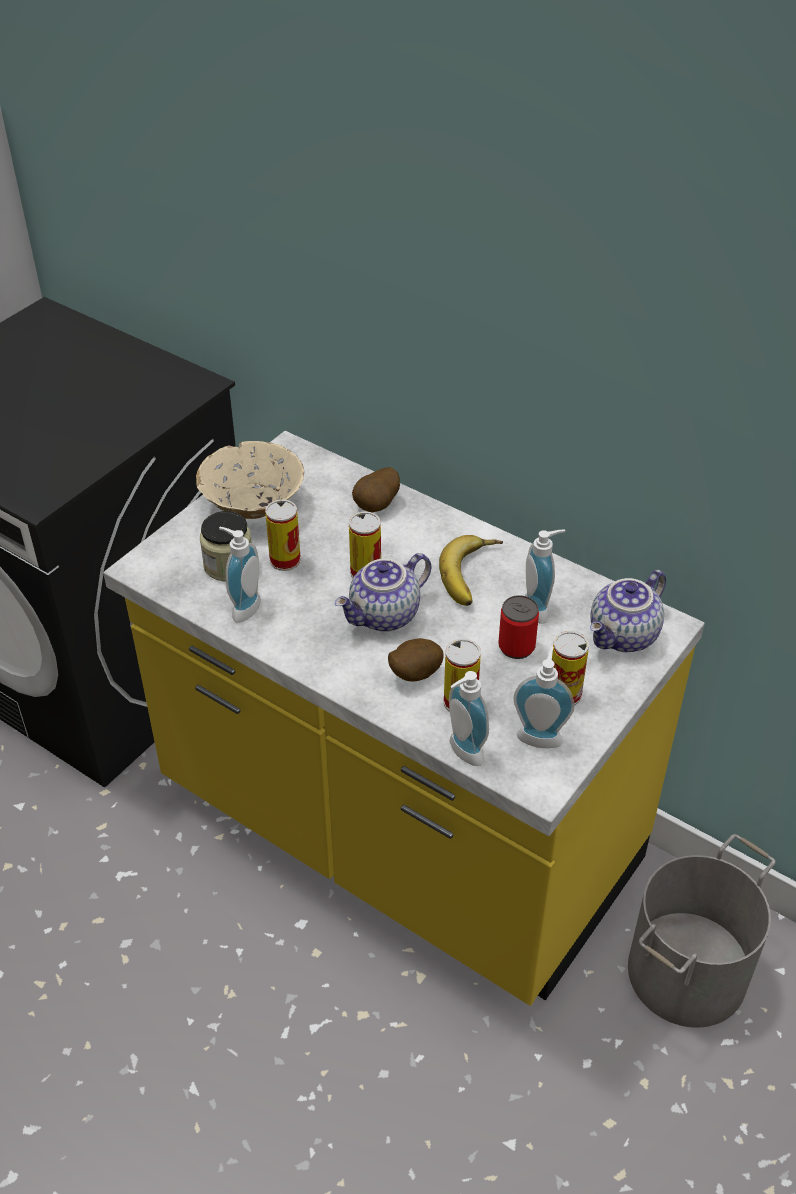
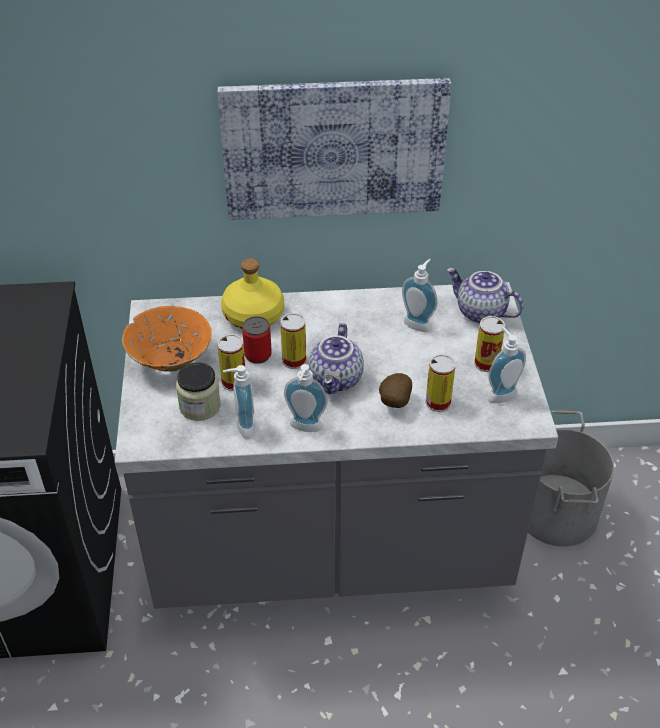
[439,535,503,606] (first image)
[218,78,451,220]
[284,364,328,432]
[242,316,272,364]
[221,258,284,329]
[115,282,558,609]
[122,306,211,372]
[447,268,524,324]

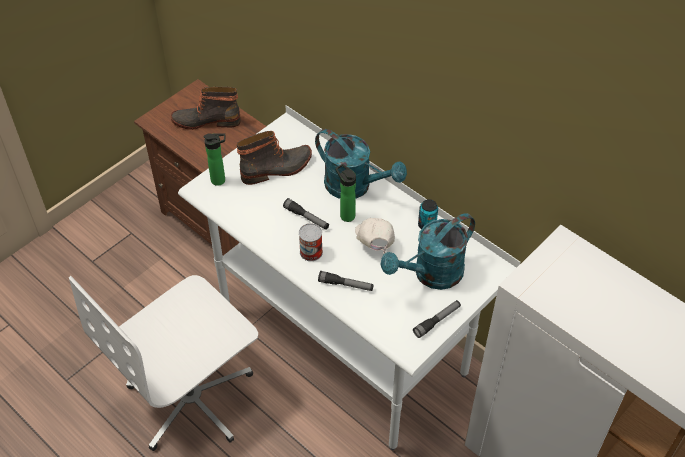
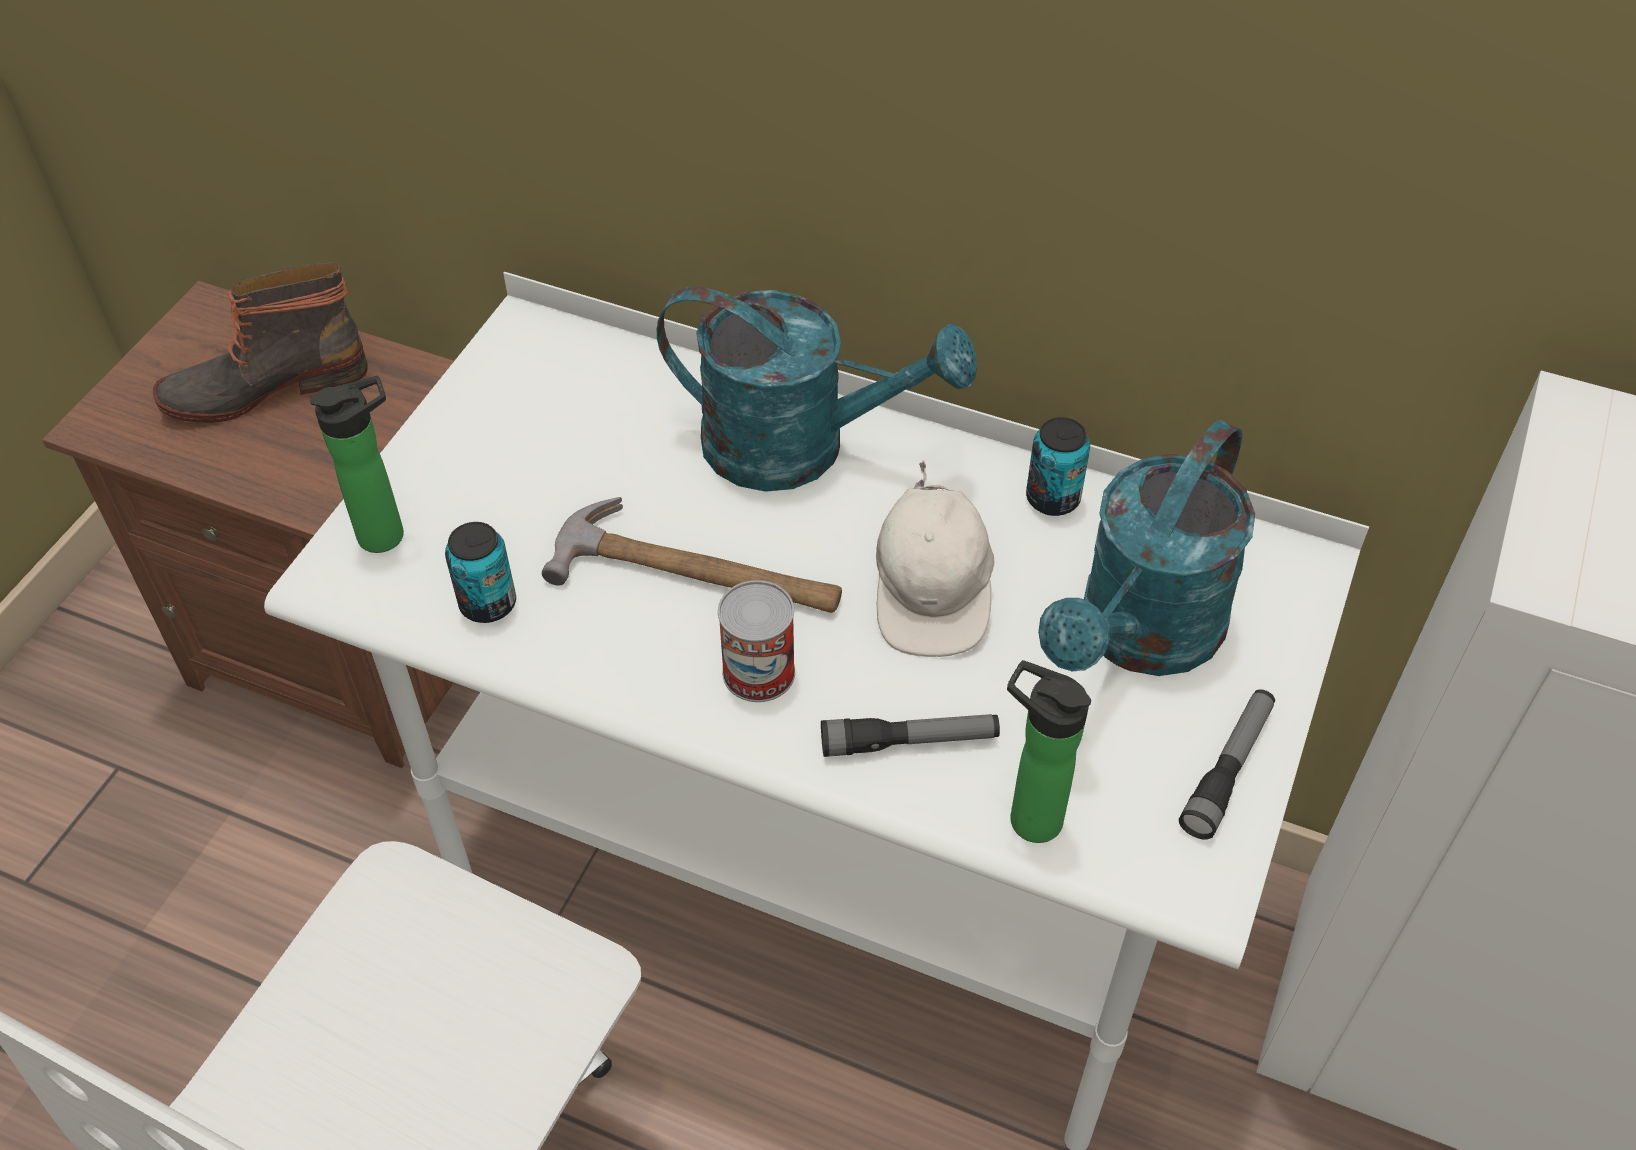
[237,131,312,185] (first image)
[445,522,516,623]
[1007,660,1091,843]
[542,497,842,613]
[876,460,995,657]

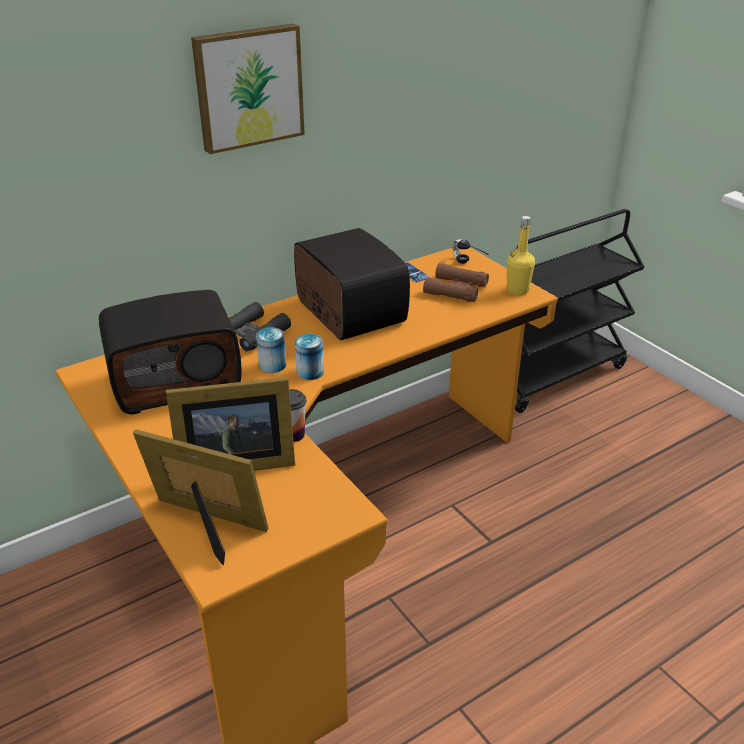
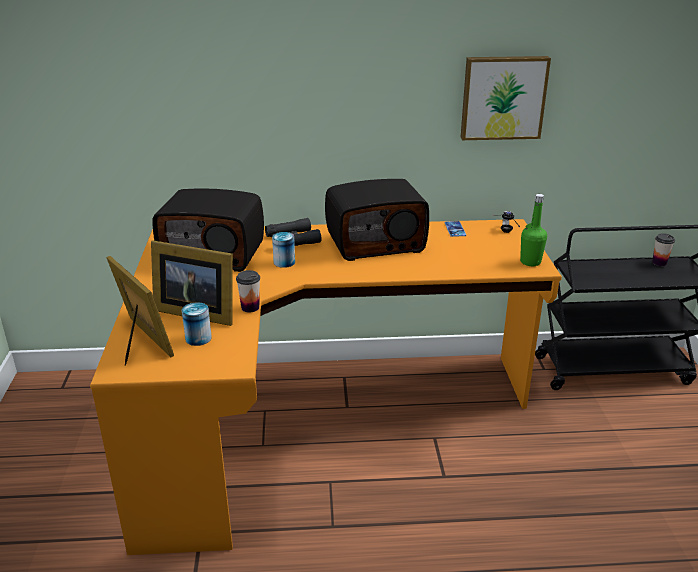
[423,263,489,302] (first image)
[652,233,675,266]
[461,56,551,140]
[182,302,212,346]
[520,194,547,266]
[325,179,429,261]

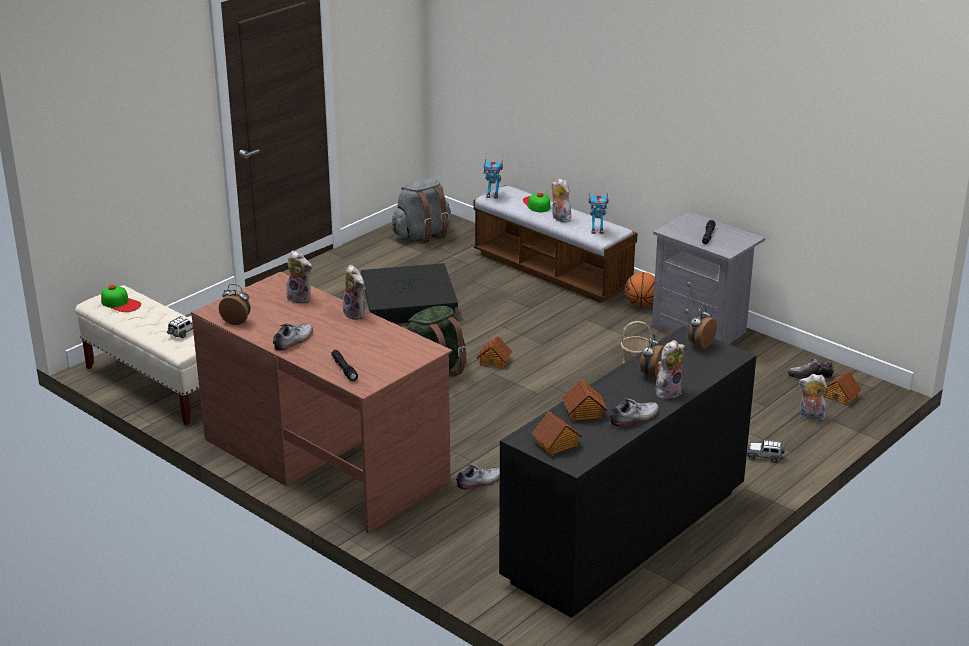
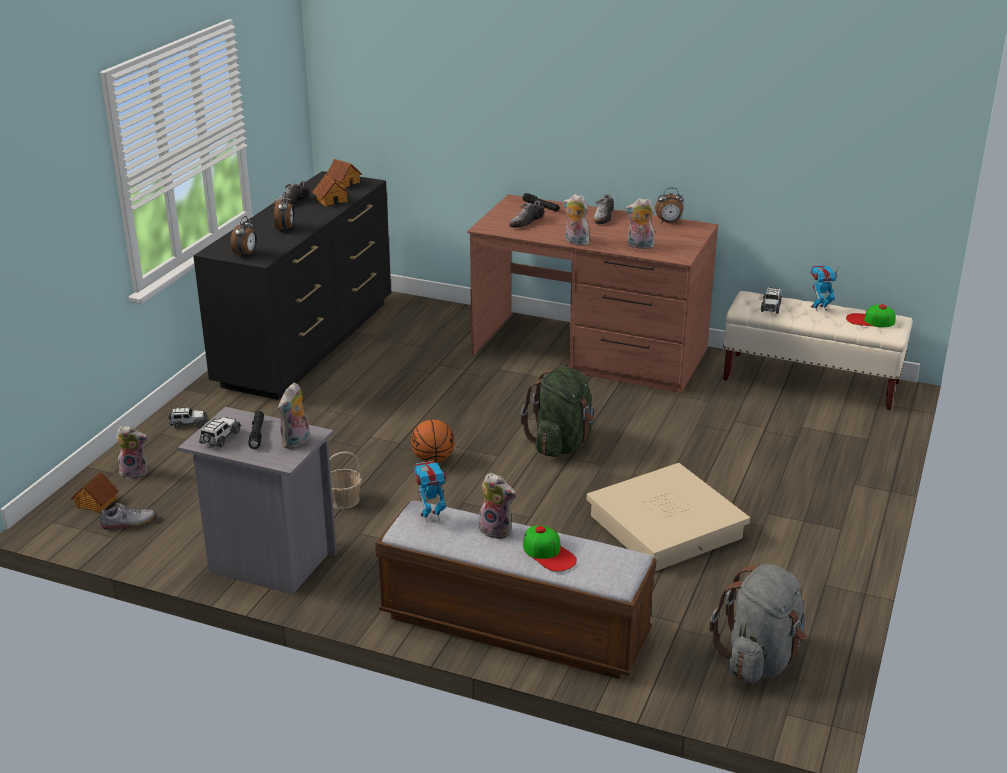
[476,336,512,369] (first image)
[199,416,241,447]
[509,200,545,228]
[810,265,839,312]
[411,420,455,463]
[278,383,310,449]
[587,463,750,571]

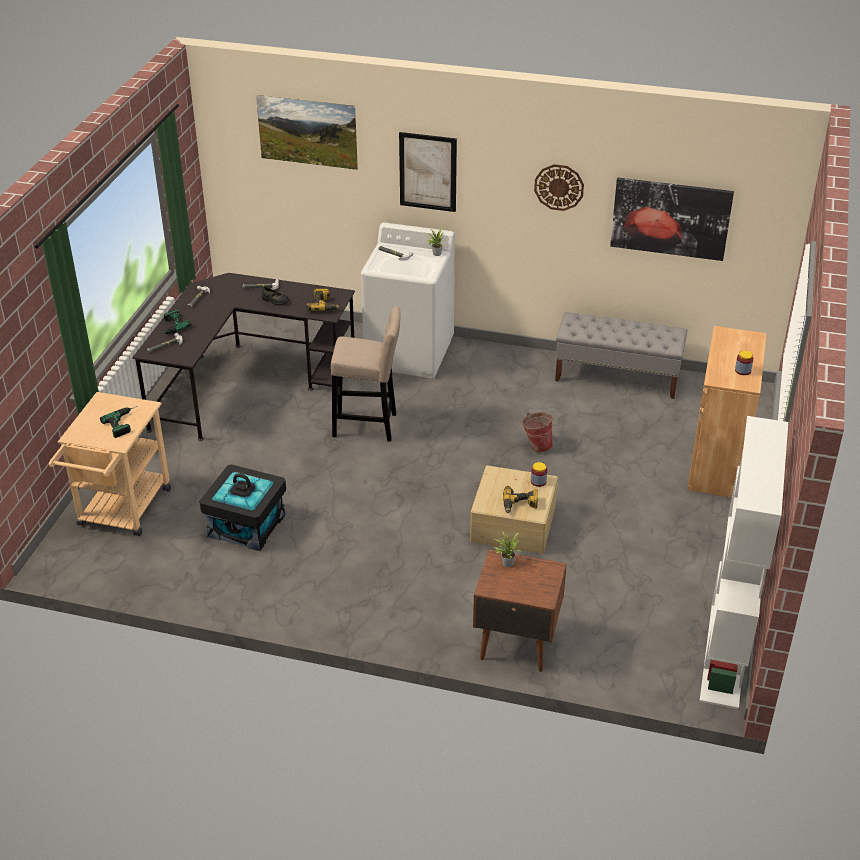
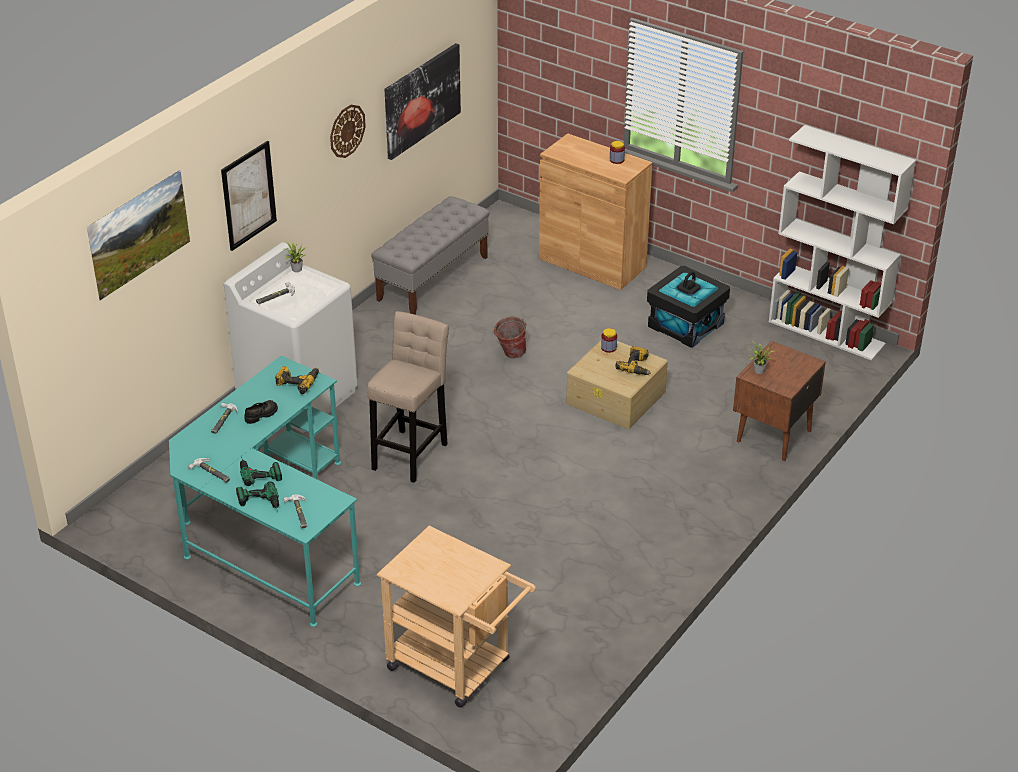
[240,456,282,486]
[647,266,730,348]
[169,355,361,627]

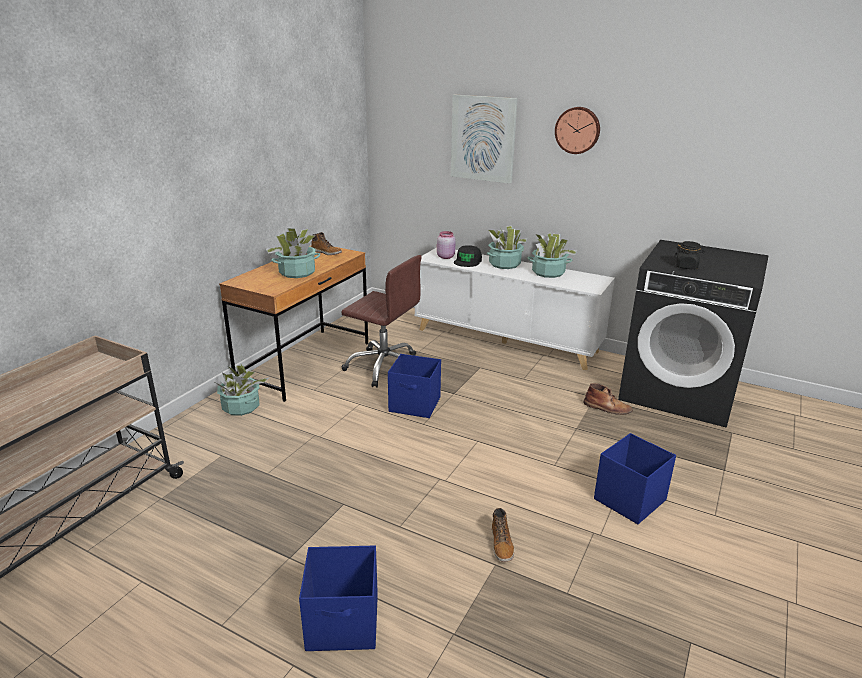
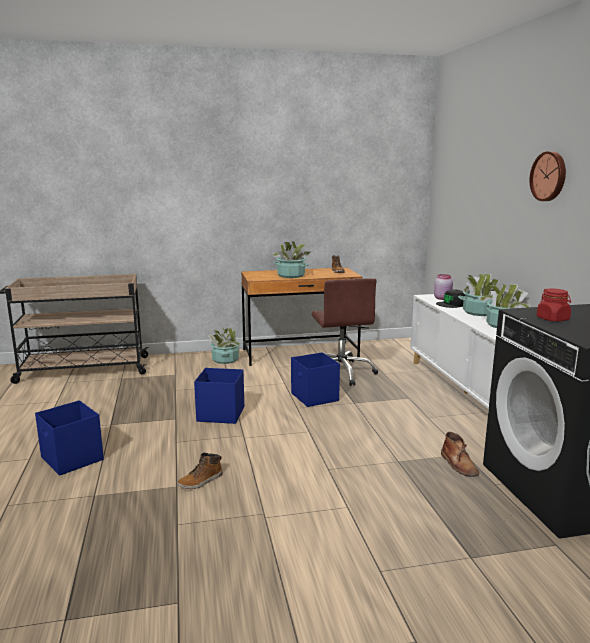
[451,95,518,184] (first image)
[194,368,244,424]
[537,289,571,321]

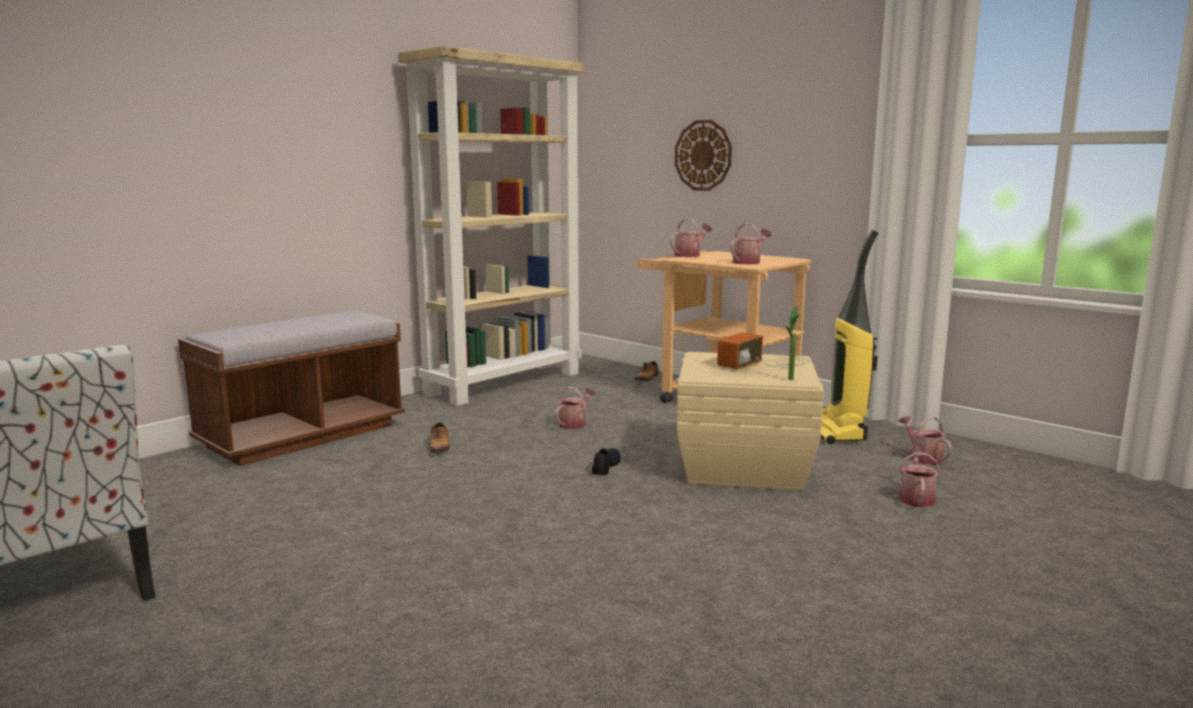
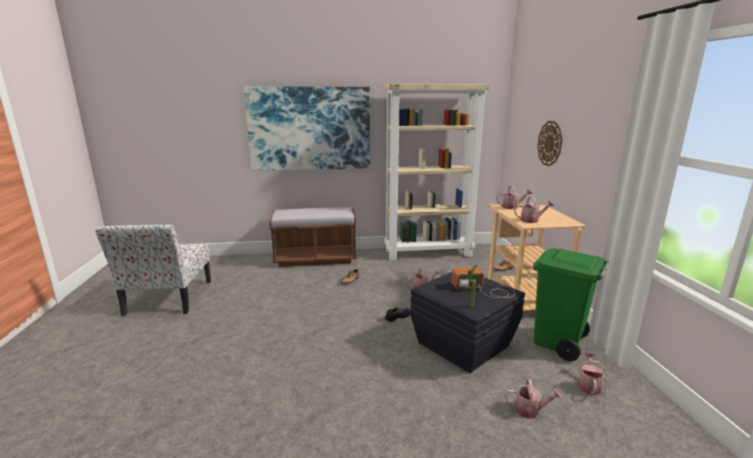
[244,86,370,171]
[533,248,609,361]
[410,272,525,373]
[505,379,563,419]

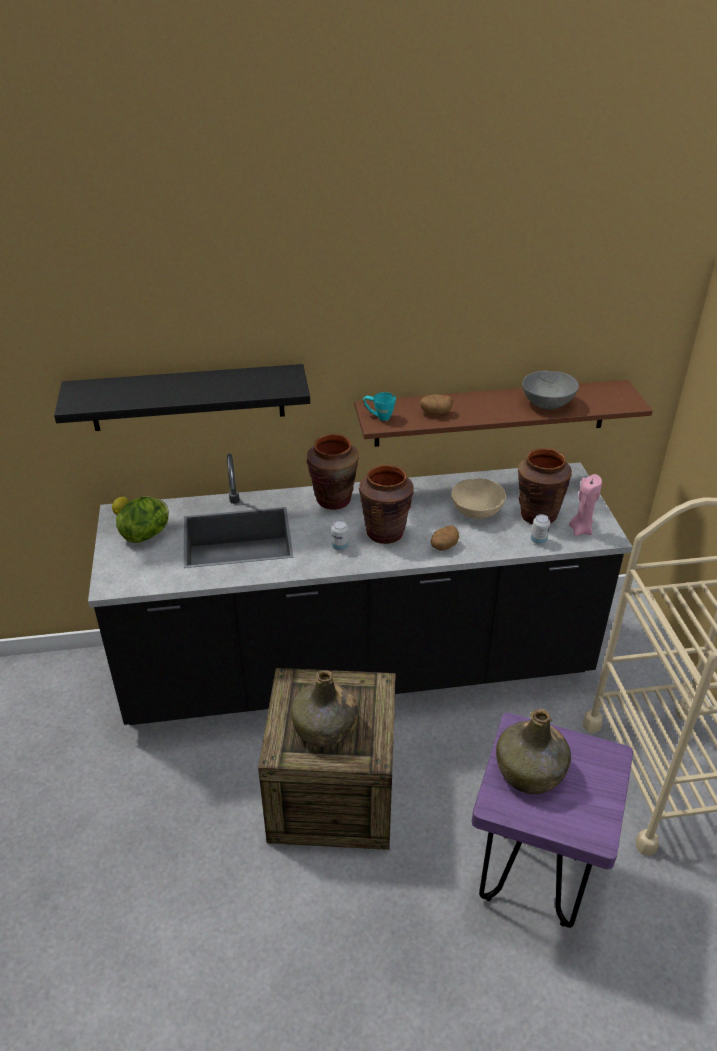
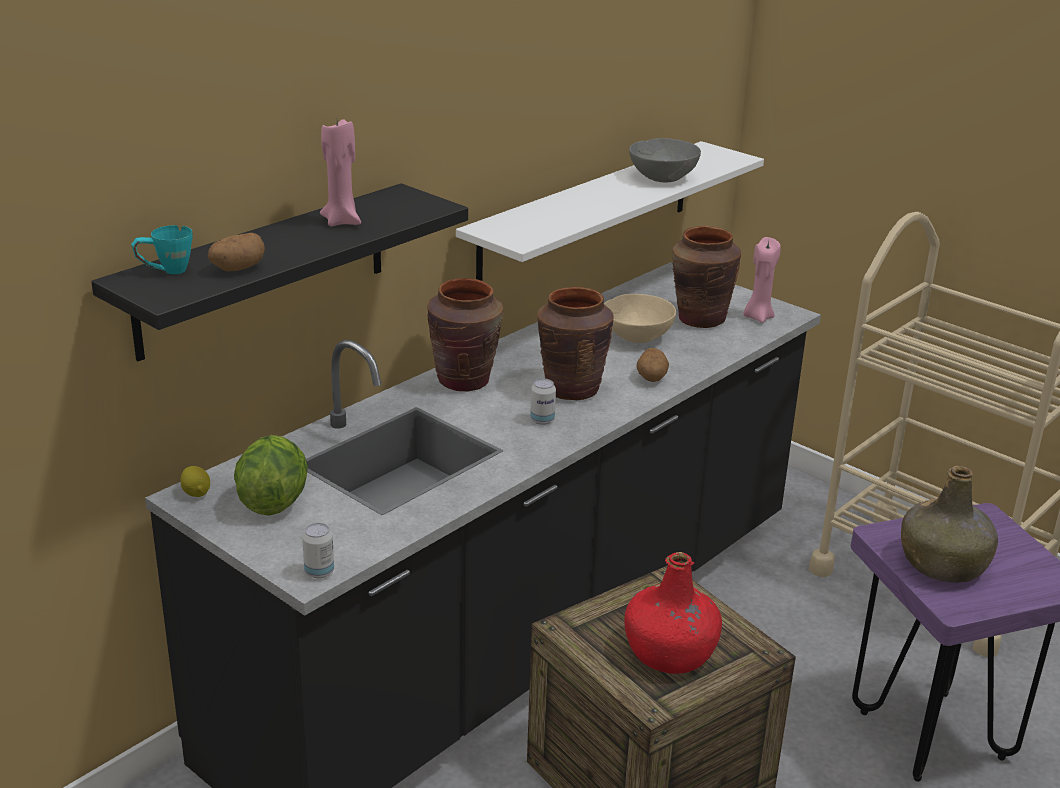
[320,119,361,227]
[131,225,193,274]
[208,233,265,271]
[302,523,334,578]
[625,552,722,674]
[456,141,764,281]

